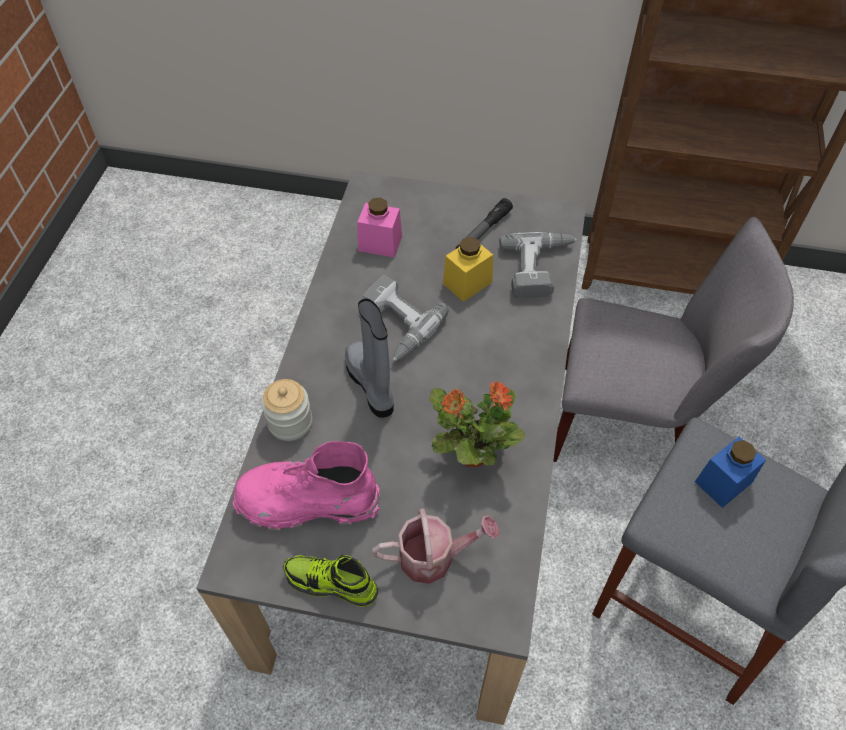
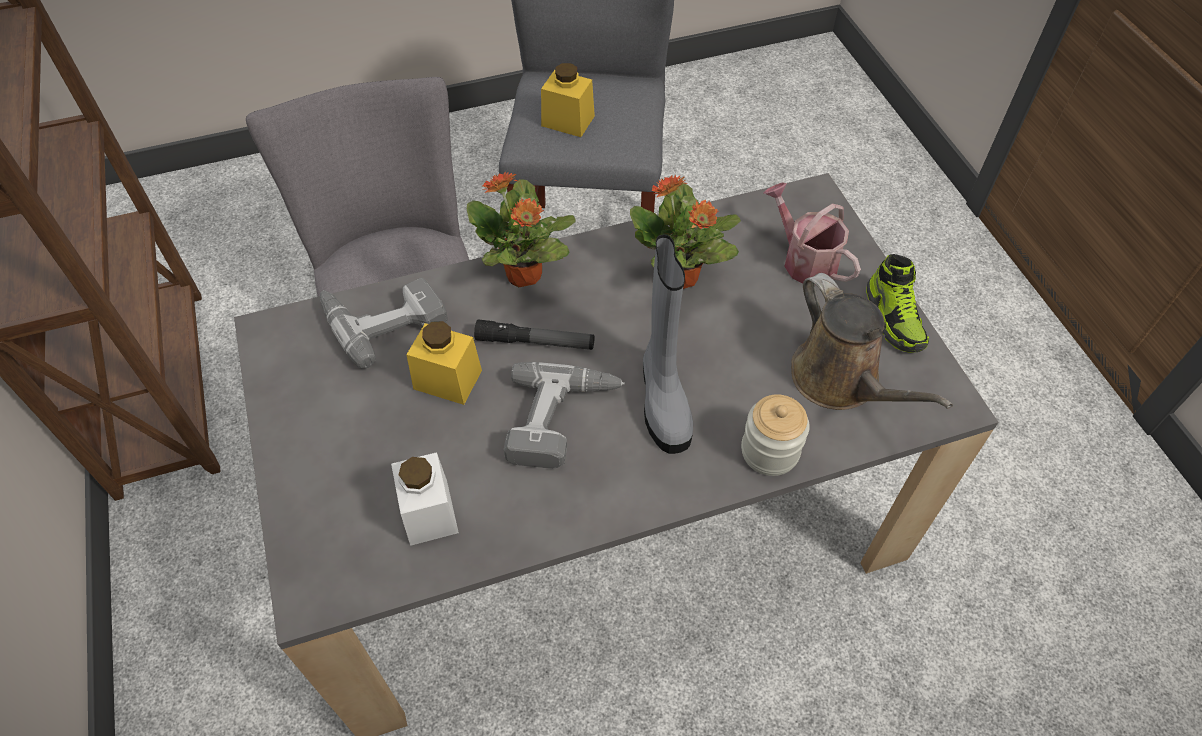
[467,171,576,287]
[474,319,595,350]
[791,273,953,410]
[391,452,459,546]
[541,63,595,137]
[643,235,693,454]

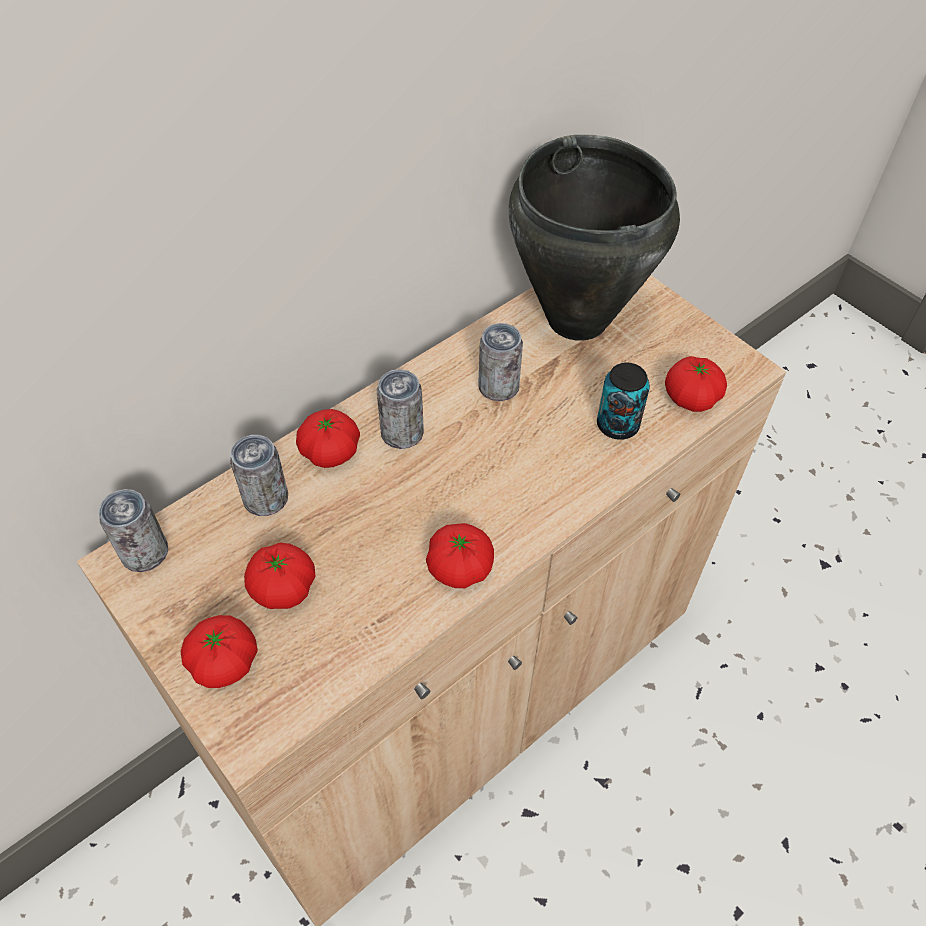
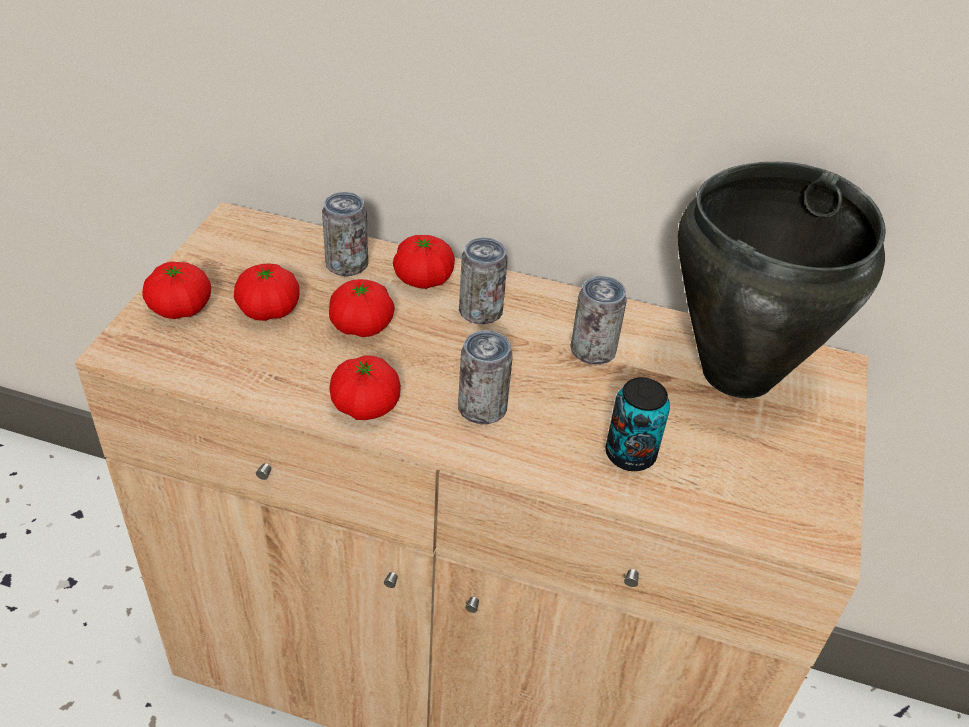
[458,330,513,424]
[329,279,395,337]

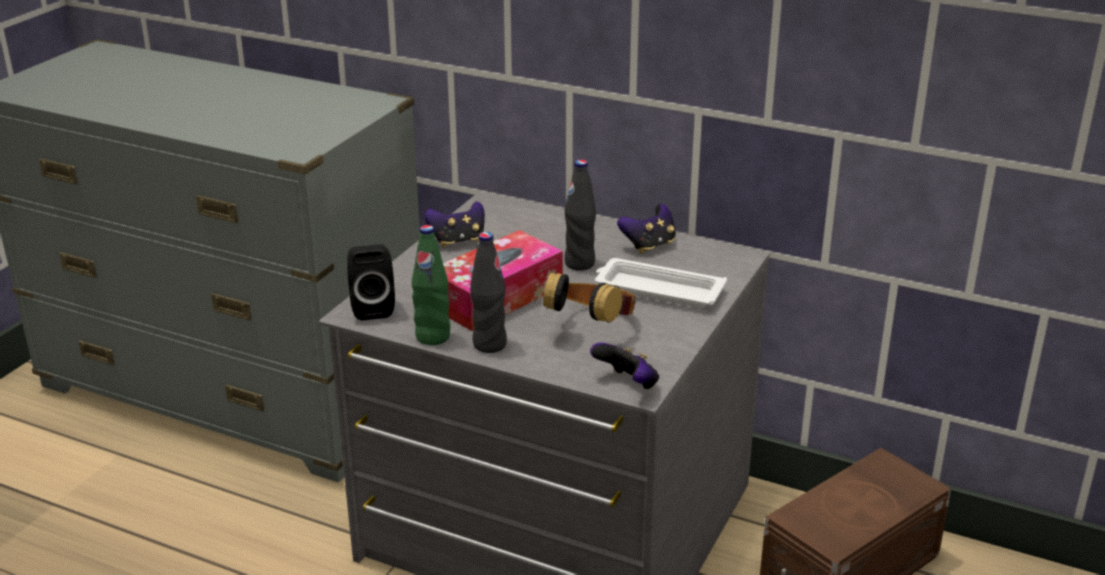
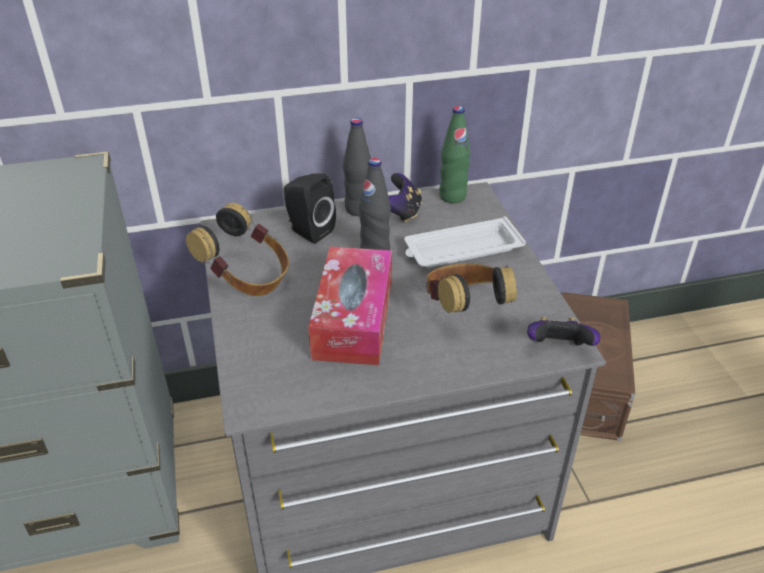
[284,174,336,243]
[439,106,470,203]
[343,118,371,216]
[186,203,289,296]

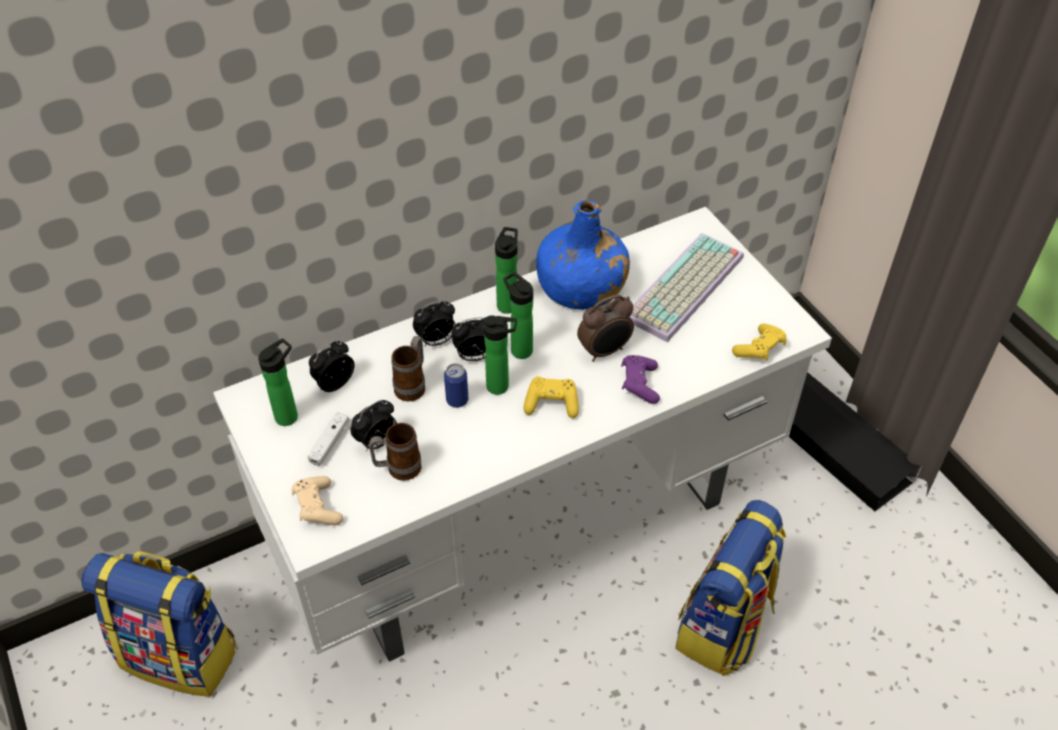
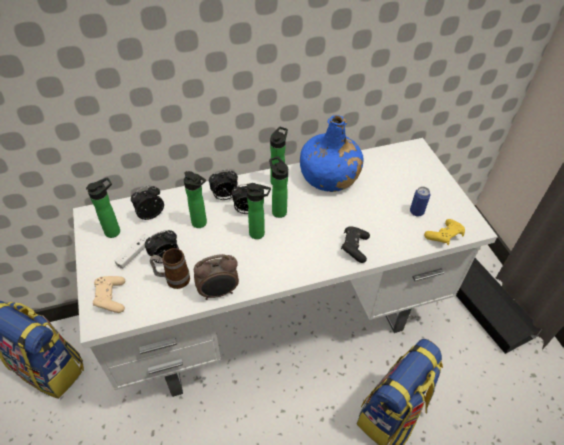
[523,377,579,418] (first image)
[630,233,744,342] (first image)
[410,186,430,217]
[194,254,239,300]
[184,171,207,228]
[341,226,370,263]

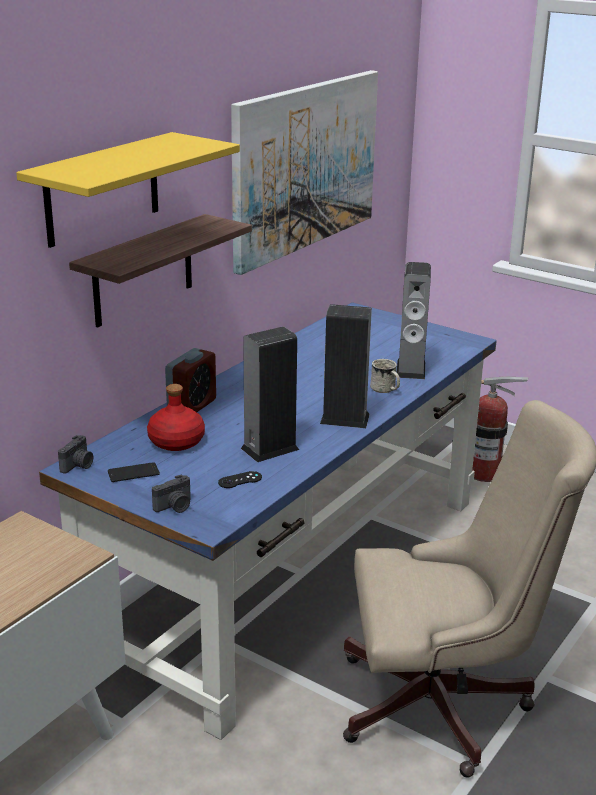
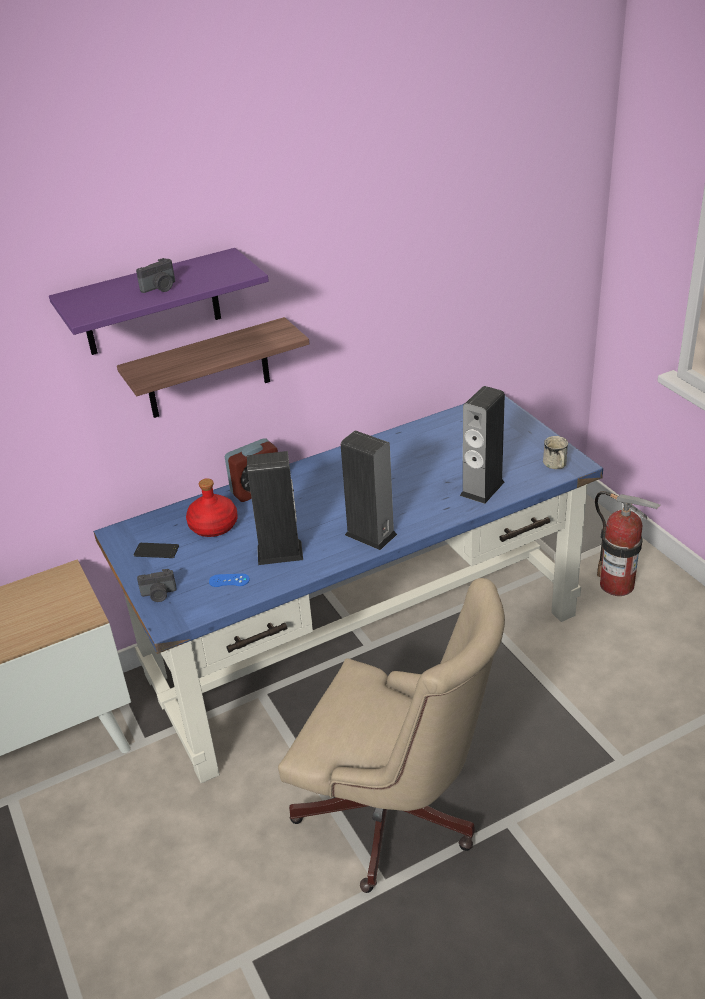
[231,70,378,275] (first image)
[136,258,175,293]
[543,436,568,469]
[49,248,269,355]
[209,574,250,587]

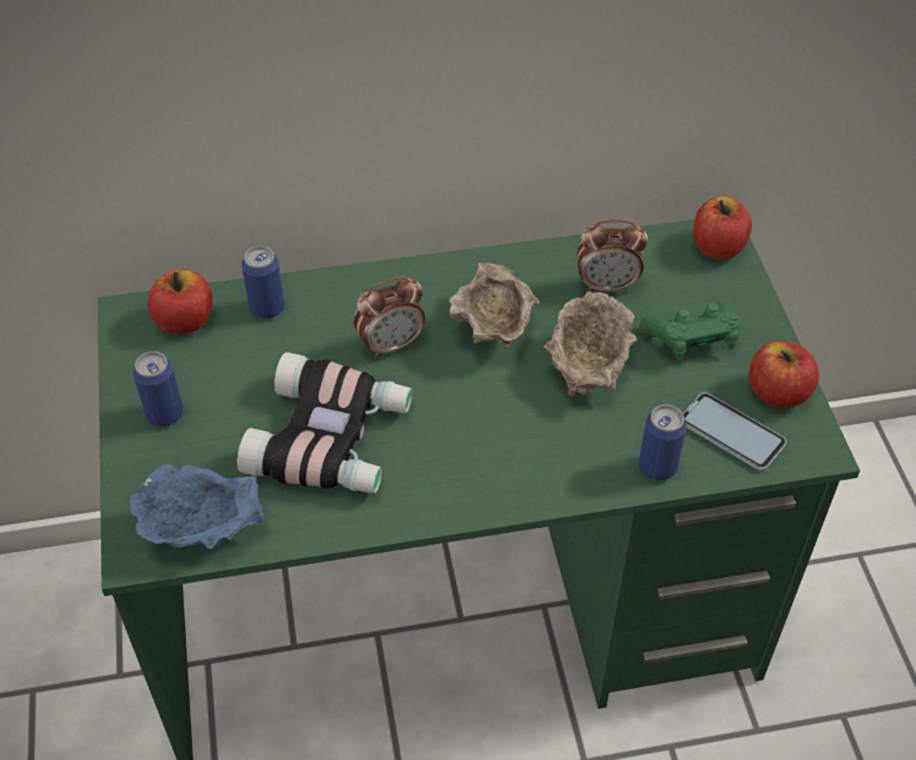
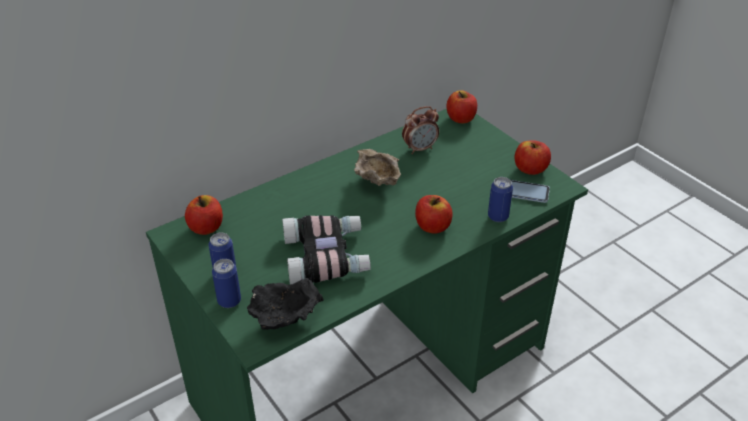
[354,276,425,359] (first image)
[544,291,637,396] (first image)
[639,301,741,361] (first image)
[415,195,453,233]
[212,259,241,308]
[247,278,324,330]

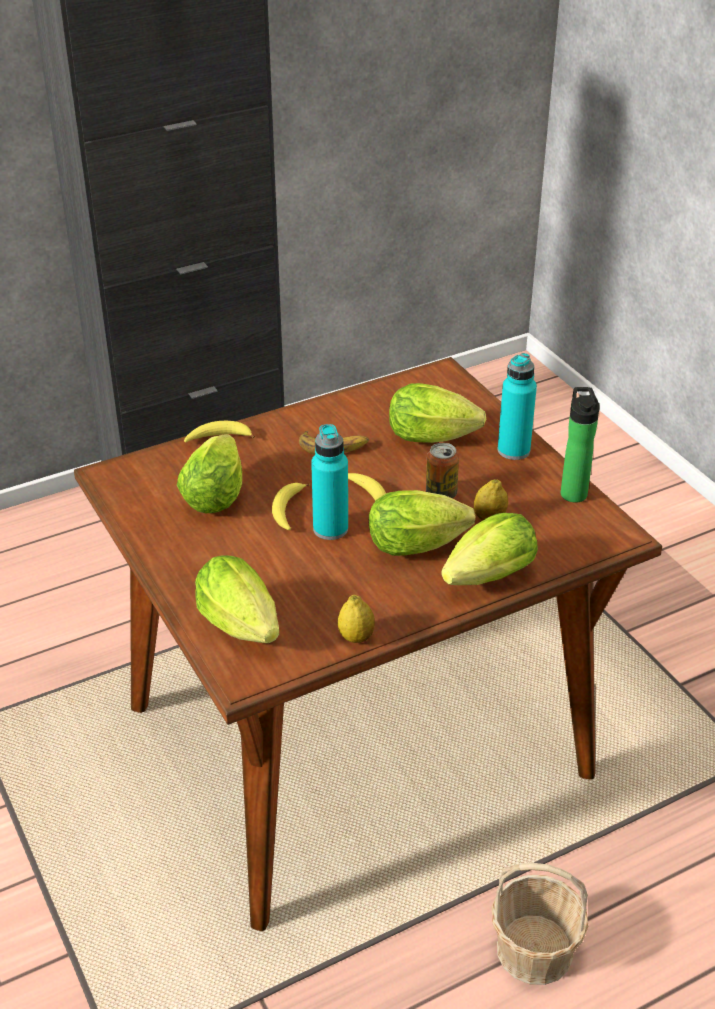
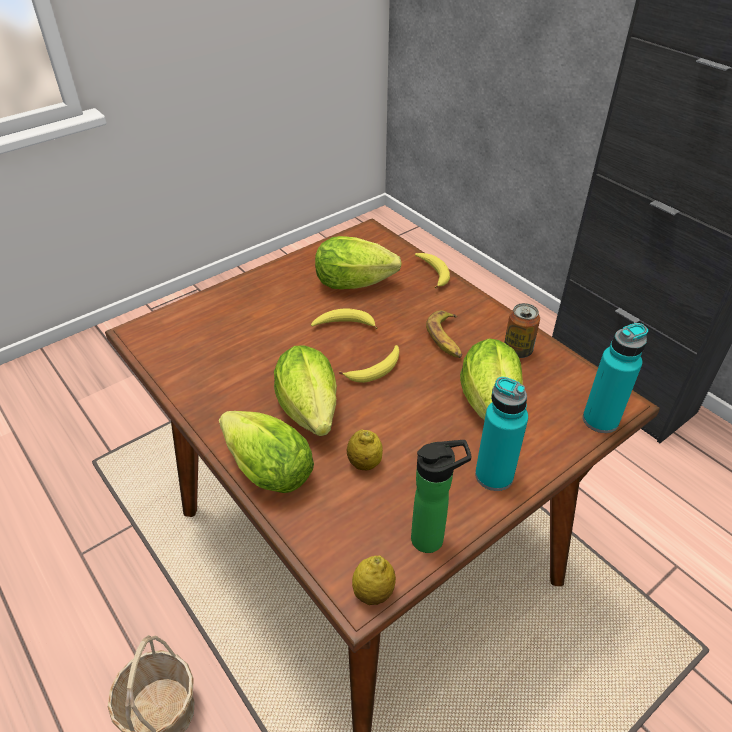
[195,555,279,643] (first image)
[583,323,648,433]
[352,556,396,605]
[504,303,540,358]

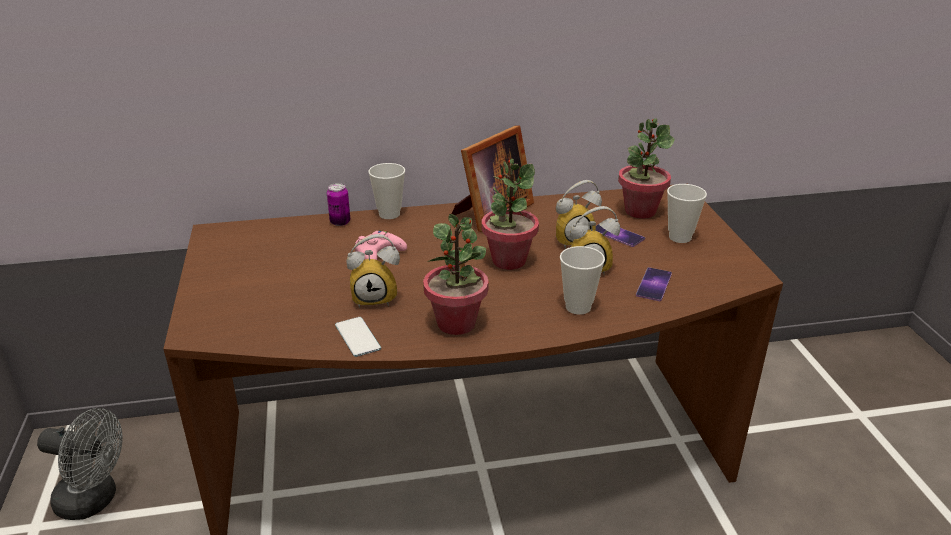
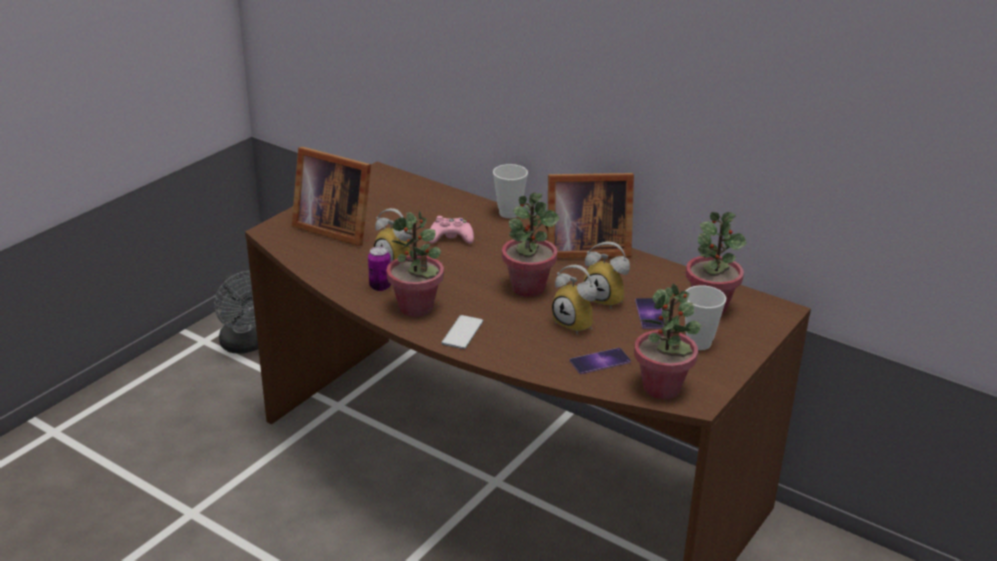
[560,246,605,315] (first image)
[291,147,371,246]
[634,284,701,399]
[368,246,391,291]
[441,315,483,349]

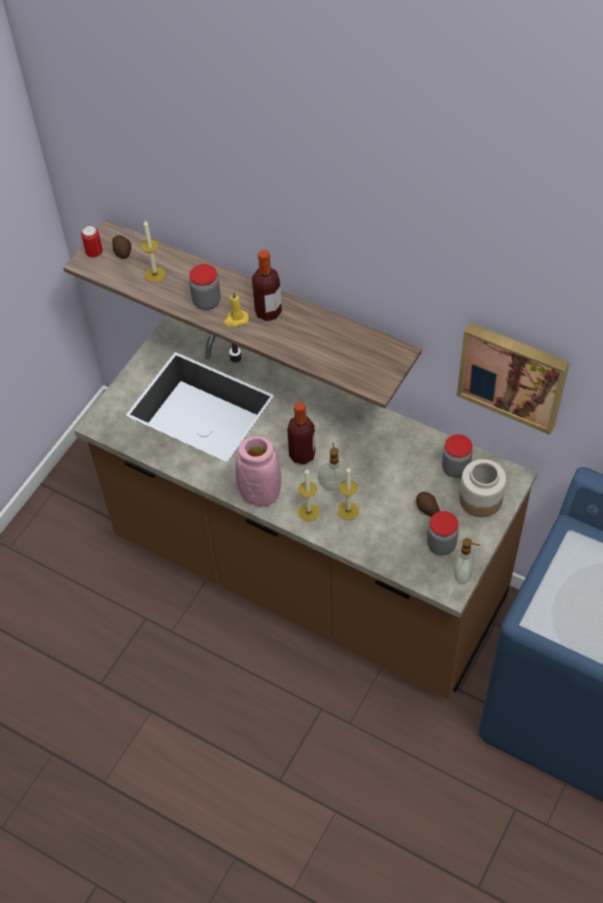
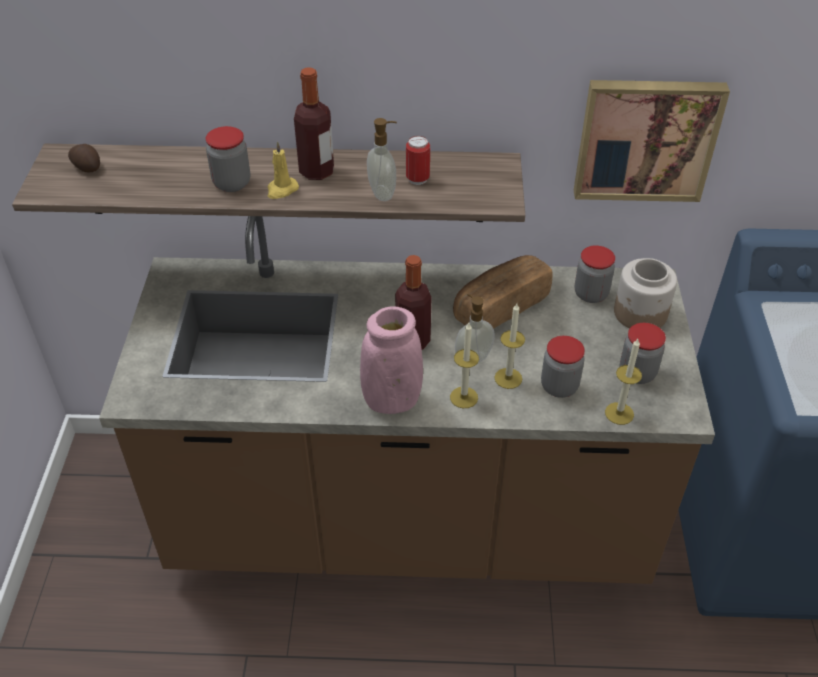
[416,492,440,517] (first image)
[453,255,553,329]
[541,336,585,398]
[406,136,430,185]
[605,339,642,425]
[367,118,397,201]

